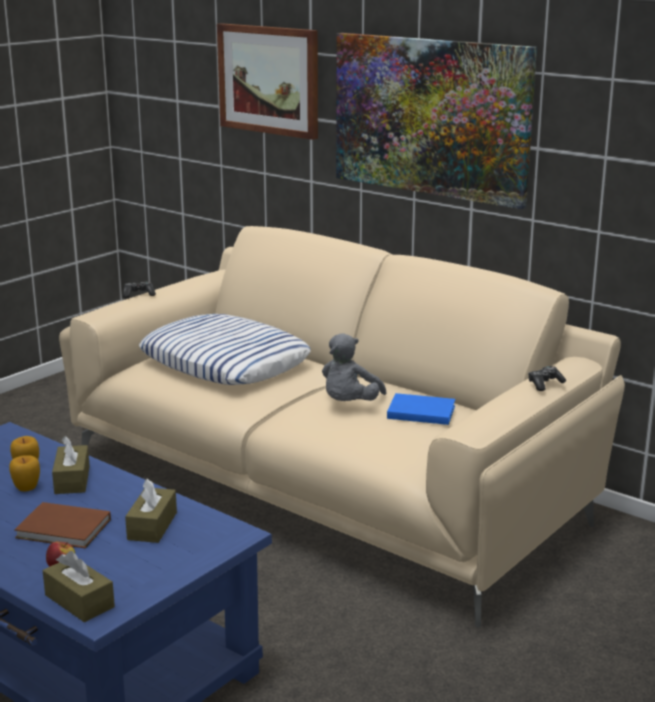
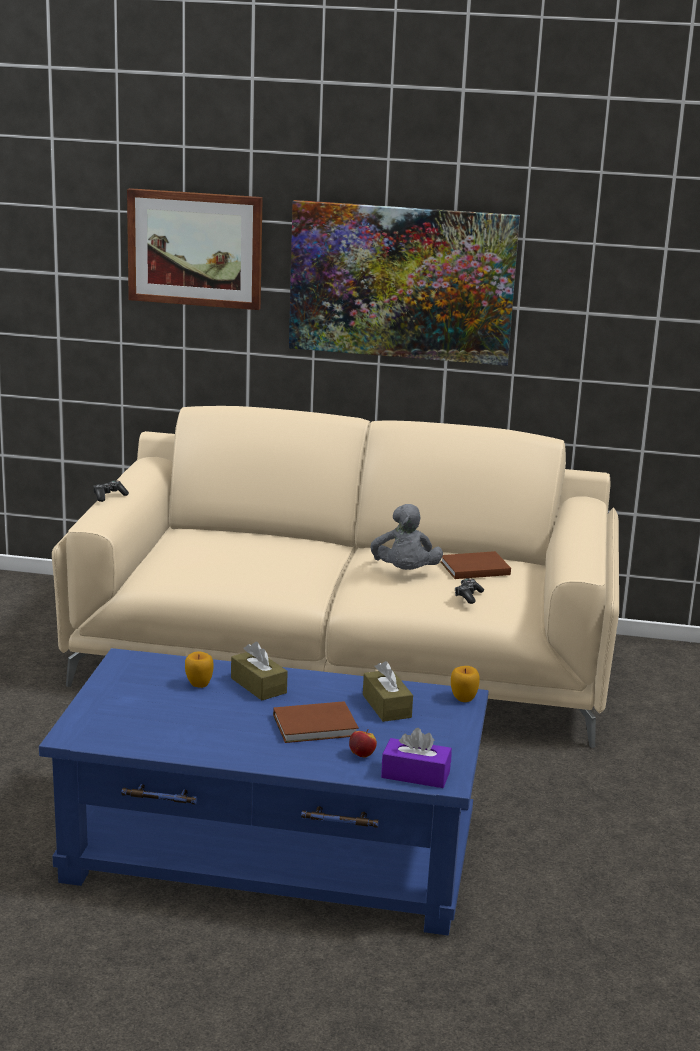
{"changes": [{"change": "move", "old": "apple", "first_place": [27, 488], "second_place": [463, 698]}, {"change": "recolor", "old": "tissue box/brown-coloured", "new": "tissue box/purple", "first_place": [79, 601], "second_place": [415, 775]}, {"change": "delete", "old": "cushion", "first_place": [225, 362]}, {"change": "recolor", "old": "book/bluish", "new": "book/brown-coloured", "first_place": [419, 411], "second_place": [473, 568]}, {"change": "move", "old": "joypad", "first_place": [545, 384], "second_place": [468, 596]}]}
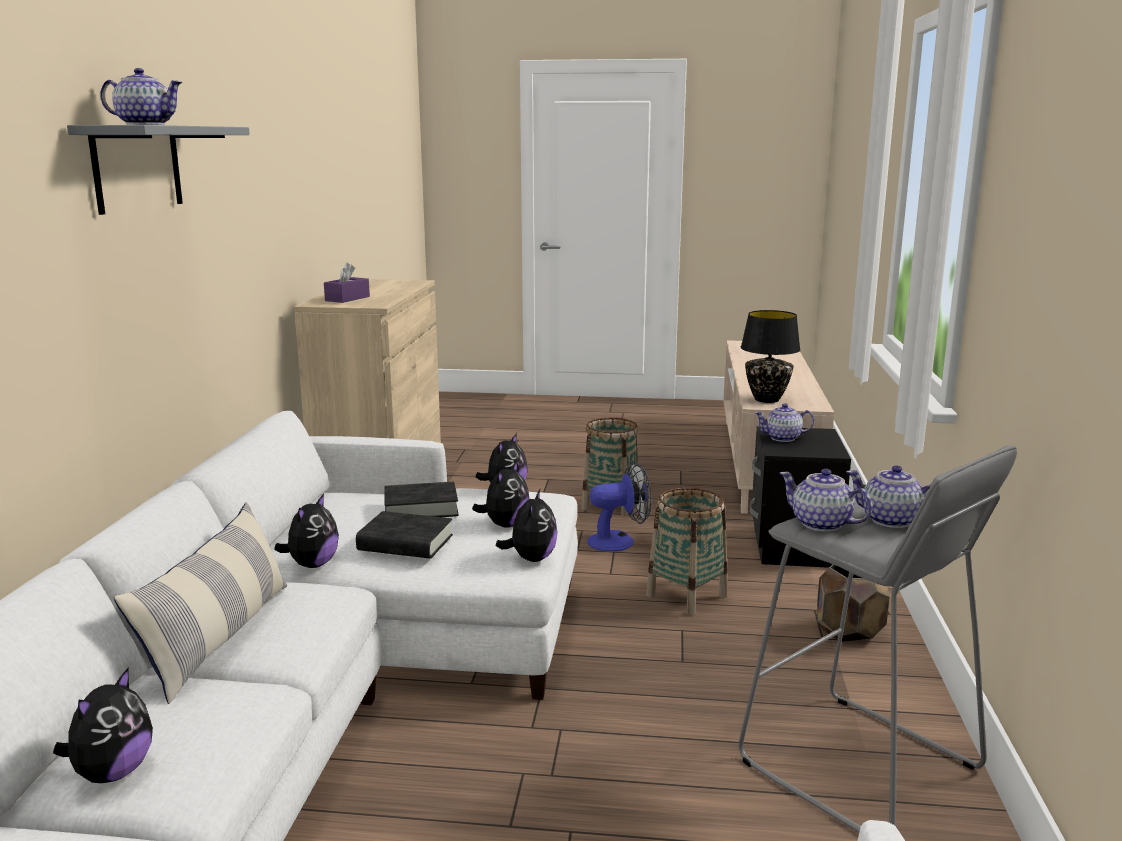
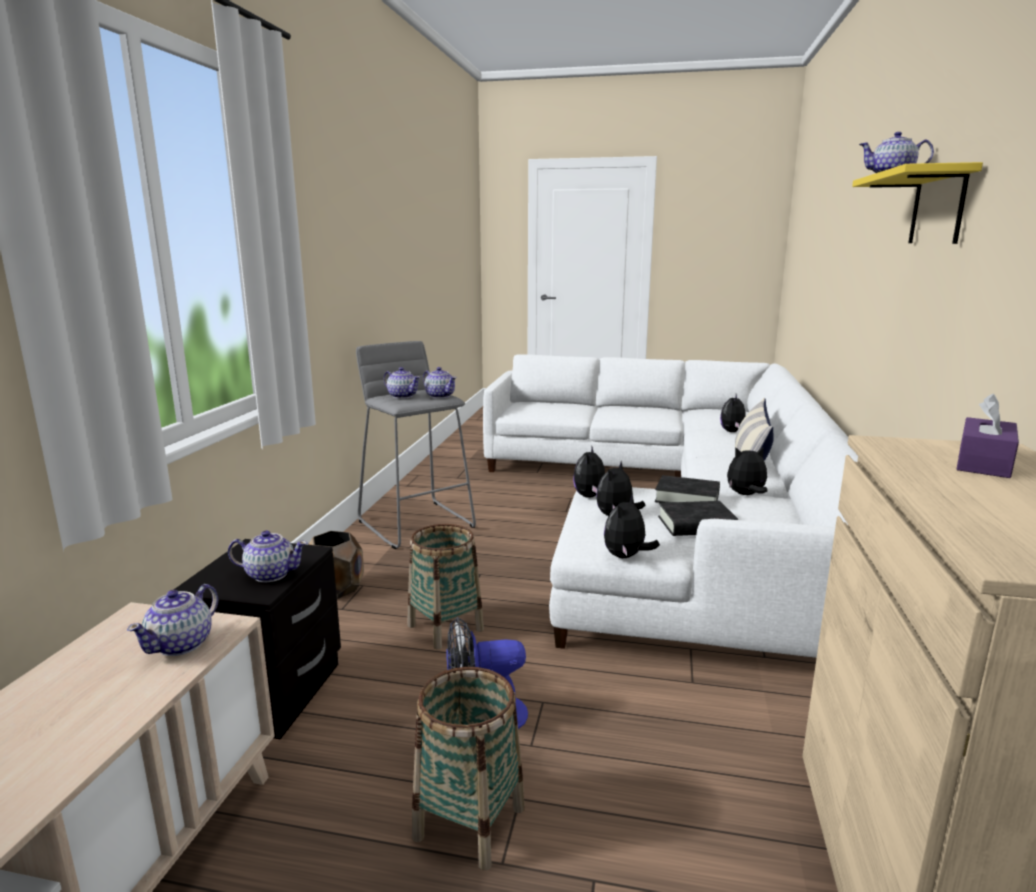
{"changes": [{"change": "recolor", "old": "bracket shelf/greyish", "new": "bracket shelf/yellowish", "first_place": [137, 168], "second_place": [937, 208]}, {"change": "rotate", "old": "cuddly toy", "first_place": [312, 564], "second_place": [746, 495], "degrees": 60}, {"change": "replace", "old": "lamp for a table/blackish", "new": "teapot", "first_place": [766, 400], "second_place": [182, 644]}]}
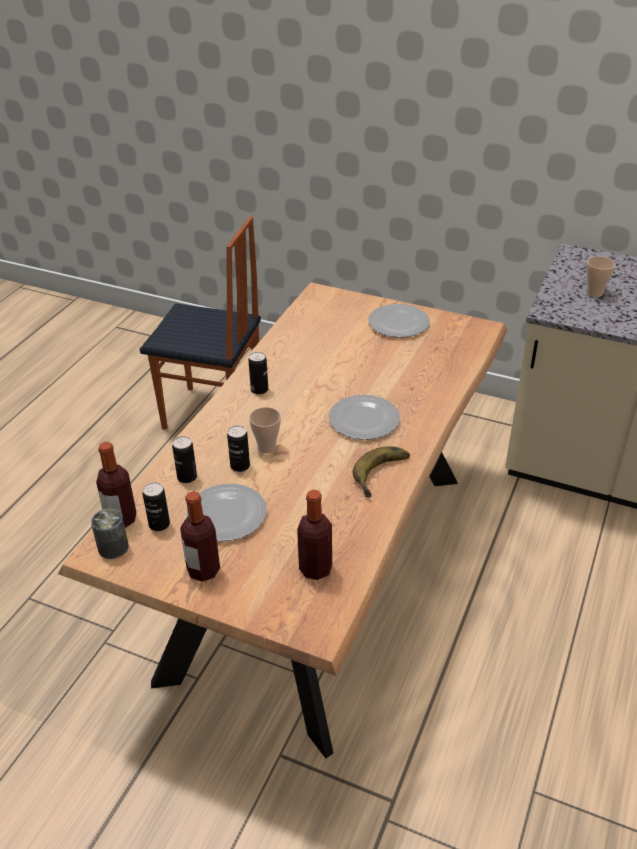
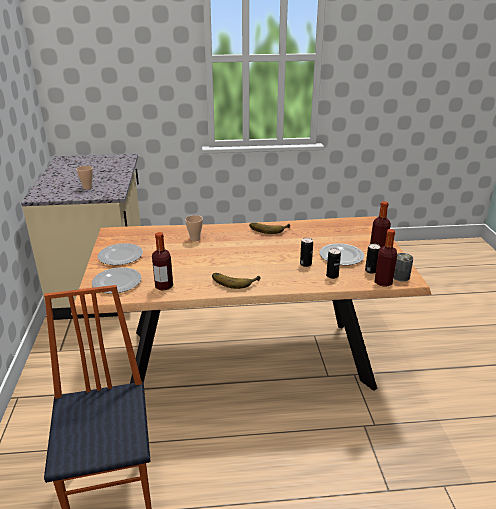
{"changes": [{"change": "replace", "old": "metal can", "new": "banana", "first_place": [259, 389], "second_place": [234, 280]}, {"change": "move", "old": "small cup", "first_place": [267, 447], "second_place": [195, 239]}, {"change": "move", "old": "bottle", "first_place": [315, 569], "second_place": [164, 286]}, {"change": "move", "old": "plate", "first_place": [364, 420], "second_place": [117, 282]}]}
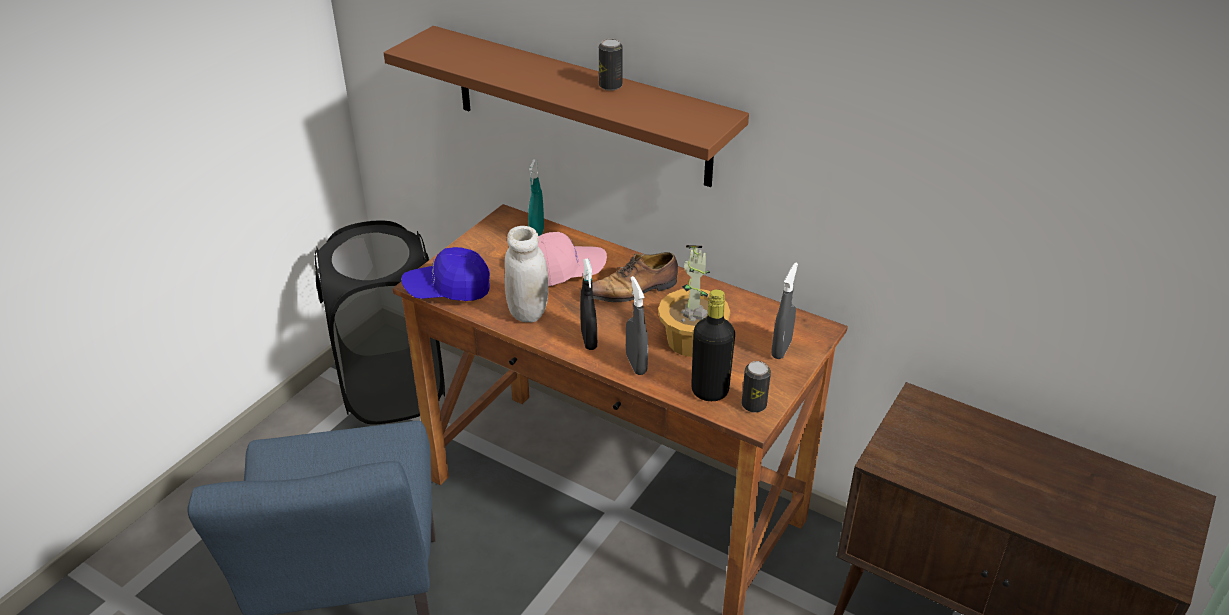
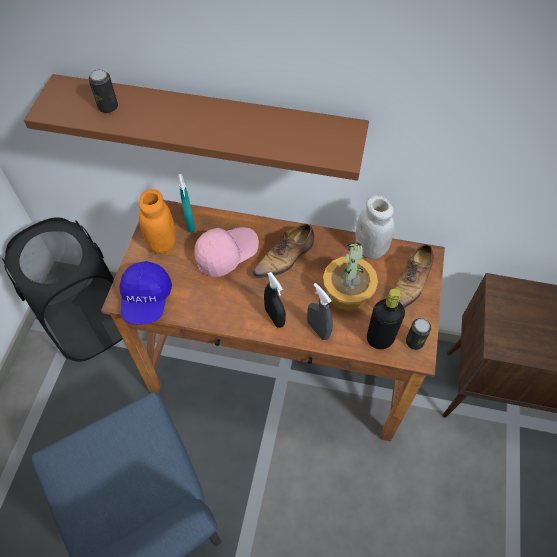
{"changes": [{"change": "rotate", "old": "peaked cap/bluish", "first_place": [448, 290], "second_place": [146, 299], "degrees": -60}, {"change": "move", "old": "storage jar/whitish", "first_place": [528, 312], "second_place": [370, 248]}, {"change": "move", "old": "metal can", "first_place": [610, 86], "second_place": [108, 107]}, {"change": "replace", "old": "sprayer/greyish", "new": "item of footwear", "first_place": [781, 349], "second_place": [410, 283]}, {"change": "insert", "new": "storage jar/orange-coloured", "second_place": [162, 243]}]}
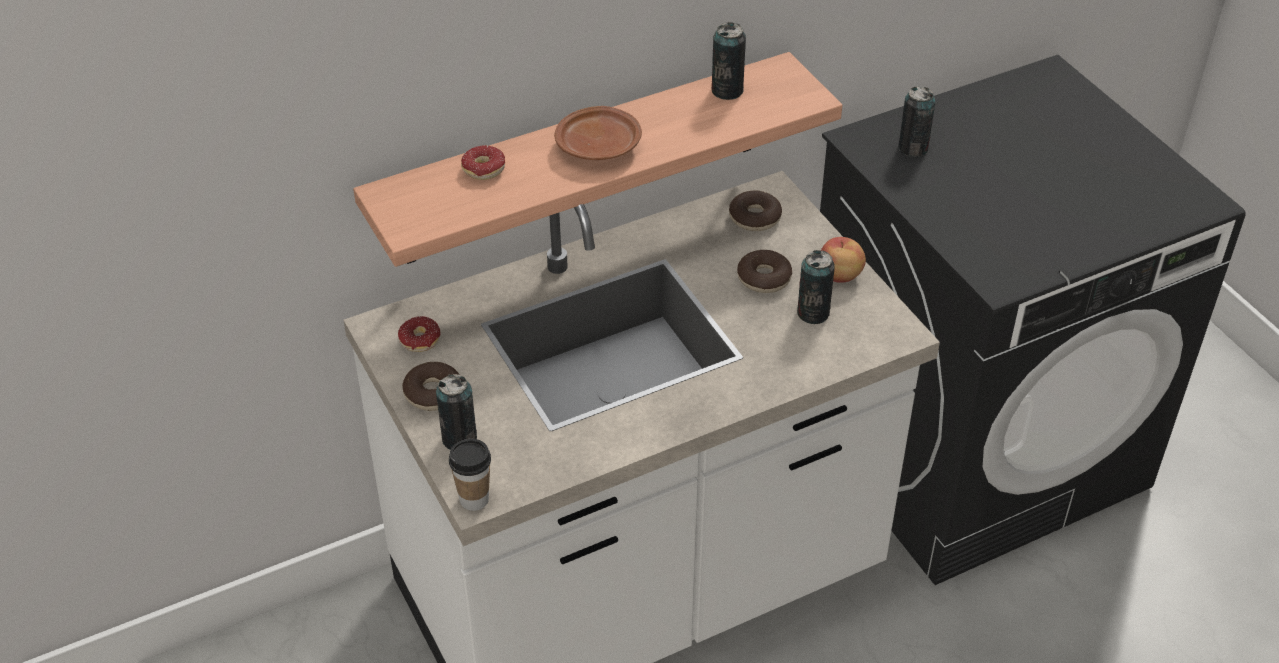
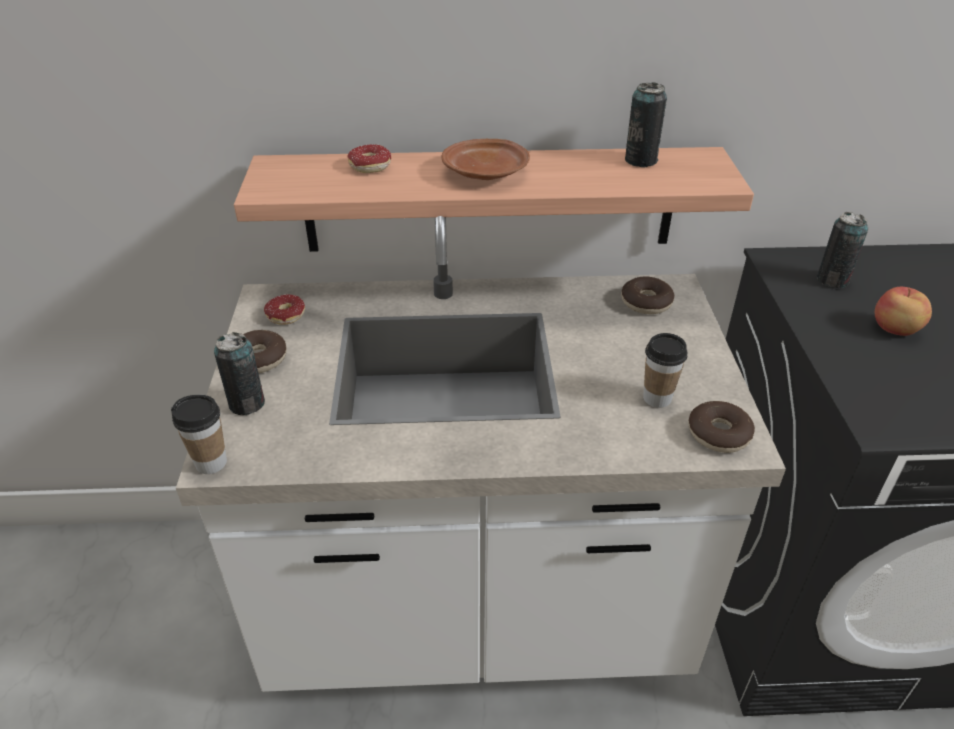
{"changes": [{"change": "move", "old": "ring doughnut", "first_place": [764, 278], "second_place": [718, 434]}, {"change": "replace", "old": "metal can", "new": "small cup", "first_place": [813, 313], "second_place": [657, 398]}, {"change": "move", "old": "apple", "first_place": [840, 276], "second_place": [895, 329]}]}
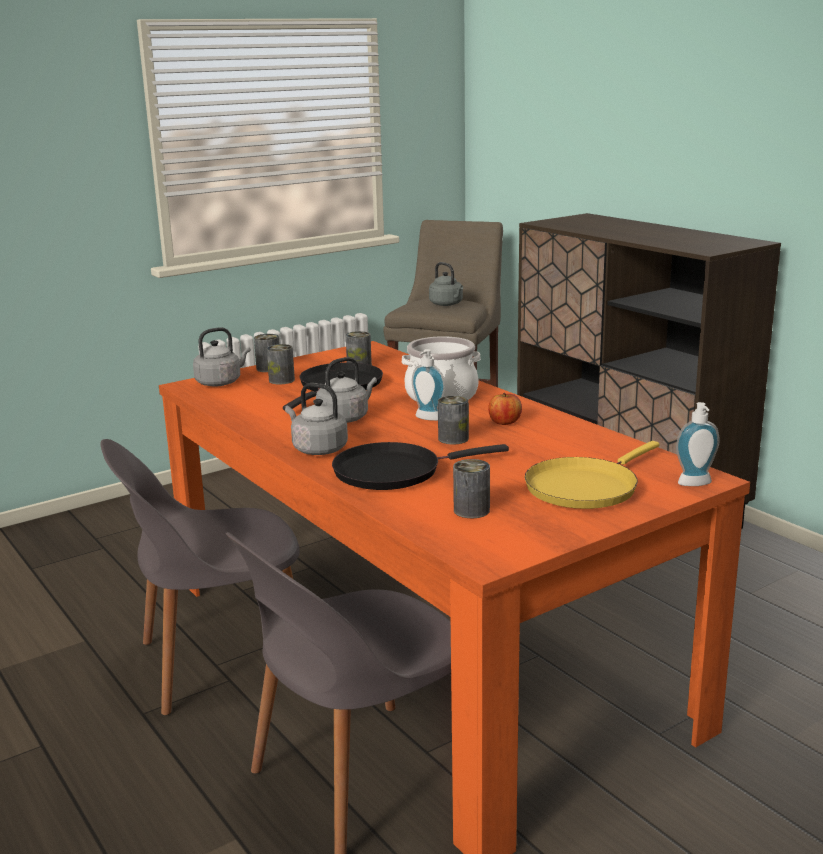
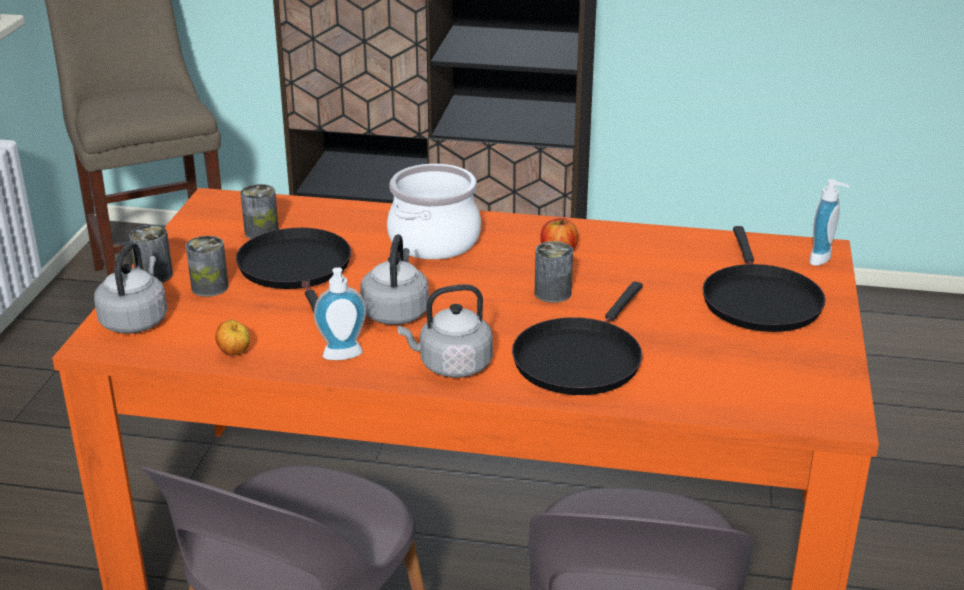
{"changes": [{"change": "move", "old": "liquid soap bottle", "first_place": [427, 418], "second_place": [343, 357]}, {"change": "delete", "old": "kettle/greyish", "first_place": [447, 304]}, {"change": "delete", "old": "metal can", "first_place": [471, 510]}, {"change": "recolor", "old": "skillet/yellowish", "new": "skillet/blackish", "first_place": [585, 487], "second_place": [759, 300]}, {"change": "insert", "new": "apple", "second_place": [234, 353]}]}
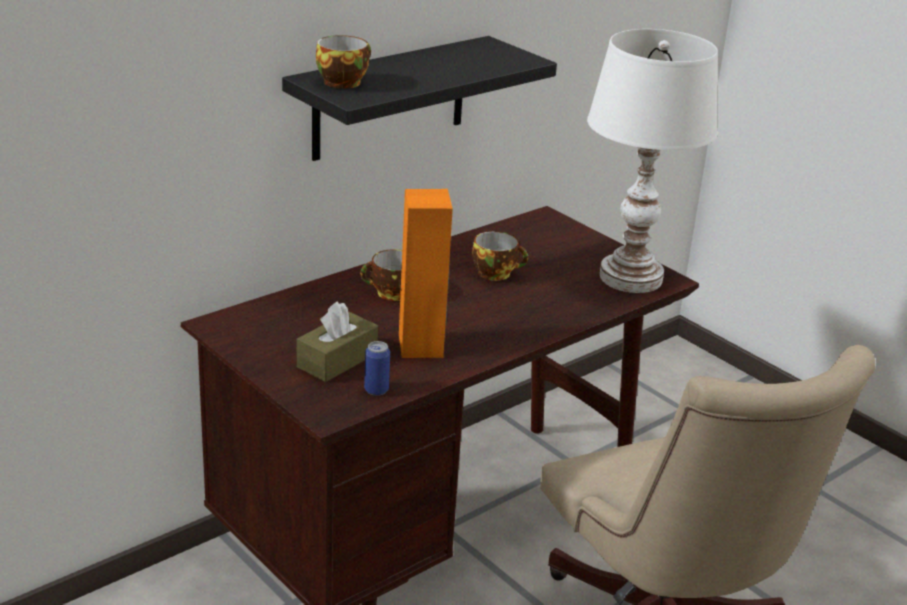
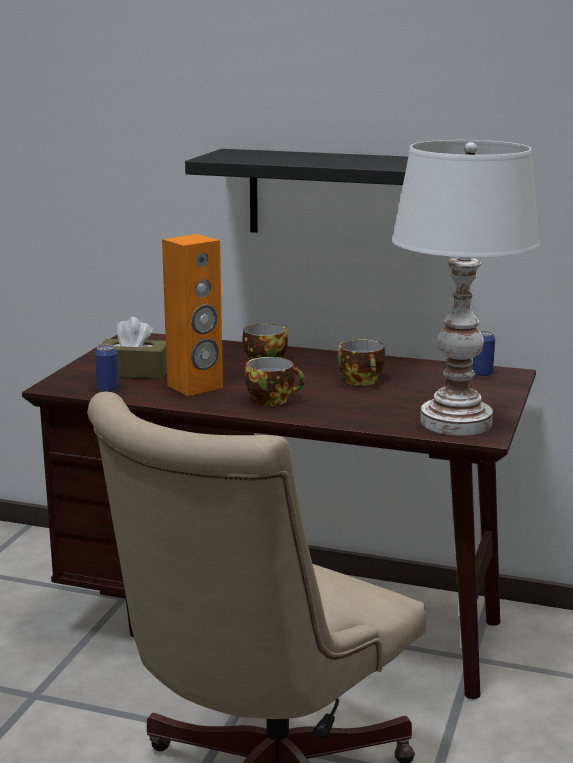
{"changes": [{"change": "move", "old": "small cup", "first_place": [343, 82], "second_place": [273, 400]}, {"change": "insert", "new": "metal can", "second_place": [482, 374]}]}
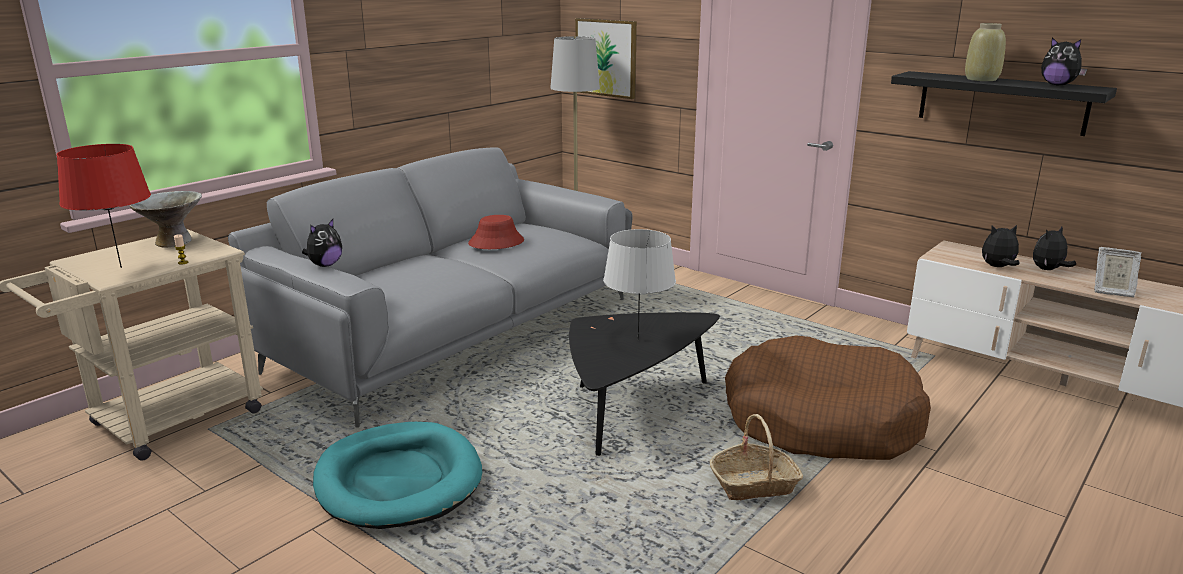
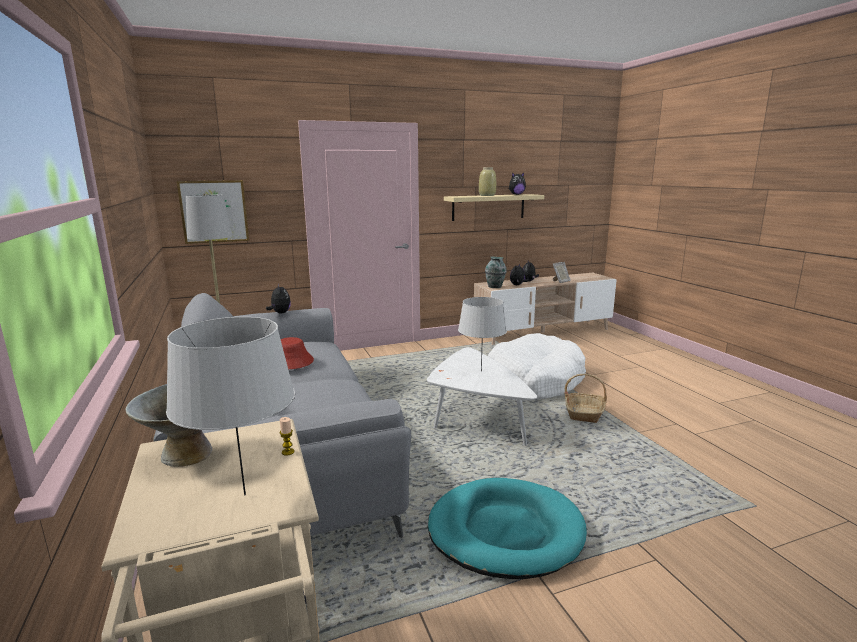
{"changes": [{"change": "recolor", "old": "lamp for a table/red", "new": "lamp for a table/greyish", "first_place": [121, 267], "second_place": [244, 495]}, {"change": "move", "old": "cuddly toy", "first_place": [325, 265], "second_place": [280, 313]}, {"change": "recolor", "old": "lounge table/blackish", "new": "lounge table/whitish", "first_place": [631, 406], "second_place": [475, 420]}, {"change": "recolor", "old": "dog bed/brown-coloured", "new": "dog bed/whitish", "first_place": [820, 420], "second_place": [535, 380]}, {"change": "recolor", "old": "bracket shelf/blackish", "new": "bracket shelf/sand-coloured", "first_place": [1001, 102], "second_place": [488, 207]}, {"change": "insert", "new": "decorative vase", "second_place": [495, 287]}]}
